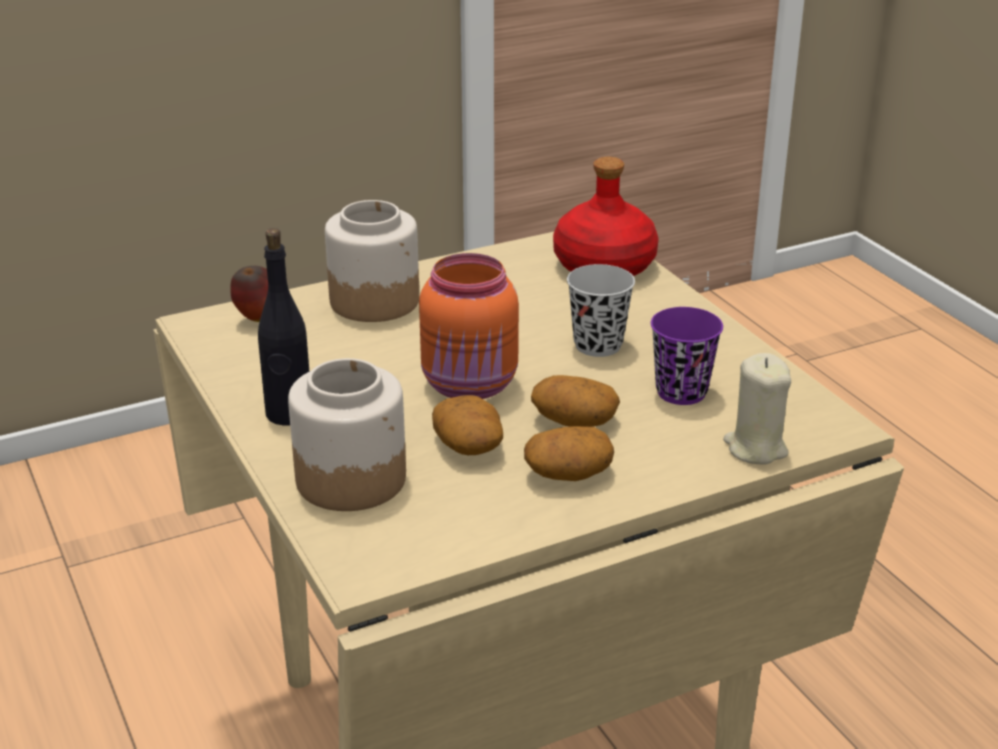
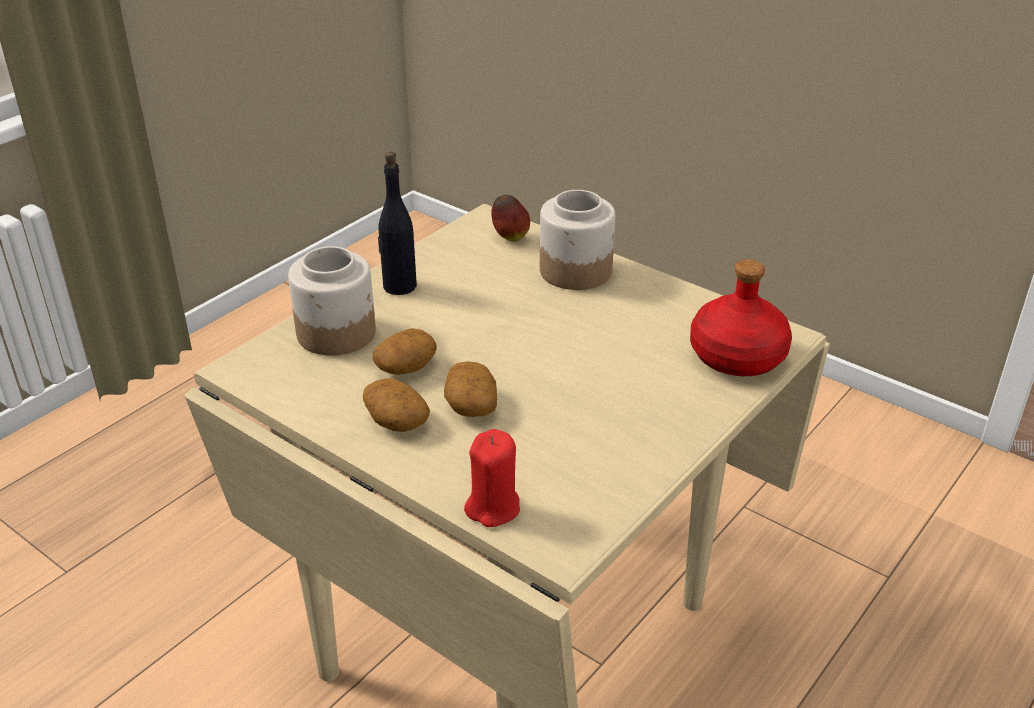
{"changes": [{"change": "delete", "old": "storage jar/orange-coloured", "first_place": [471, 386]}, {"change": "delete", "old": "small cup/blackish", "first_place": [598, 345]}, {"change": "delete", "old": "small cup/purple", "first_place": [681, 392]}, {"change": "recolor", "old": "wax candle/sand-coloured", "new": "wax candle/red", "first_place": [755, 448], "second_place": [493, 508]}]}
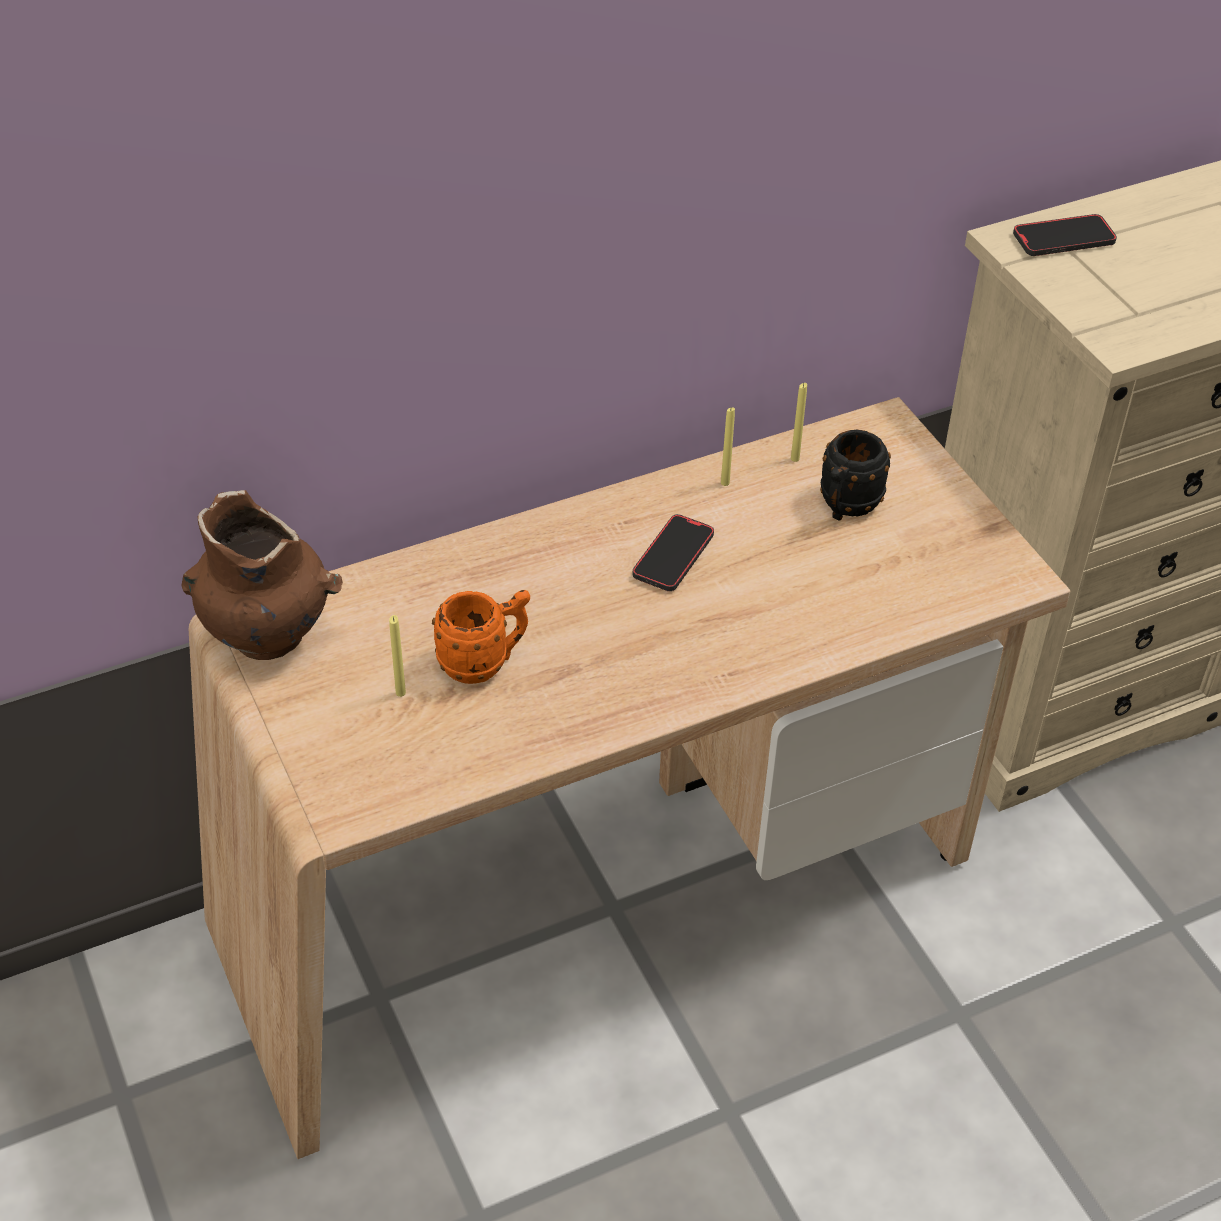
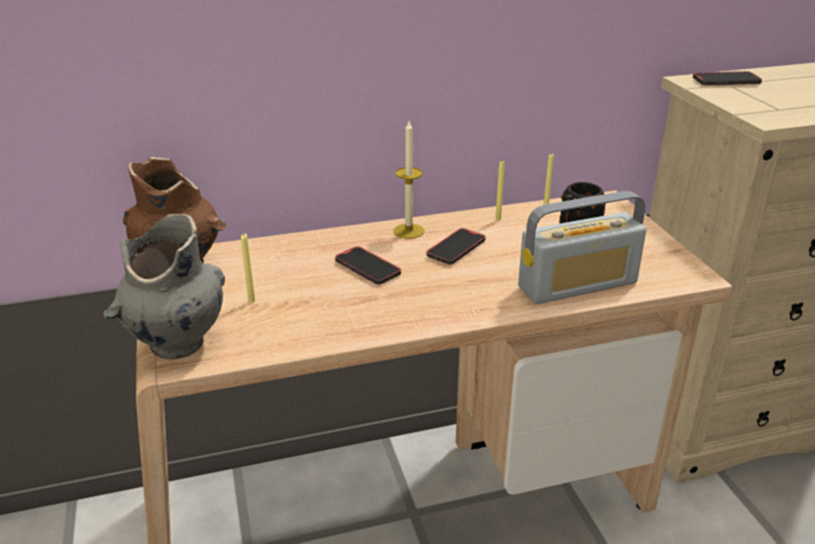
{"changes": [{"change": "delete", "old": "coffee mug/orange-coloured", "first_place": [484, 662]}, {"change": "insert", "new": "decorative vase/greyish", "second_place": [176, 344]}, {"change": "insert", "new": "phone", "second_place": [367, 268]}, {"change": "insert", "new": "wax candle", "second_place": [408, 231]}, {"change": "insert", "new": "radio", "second_place": [577, 285]}]}
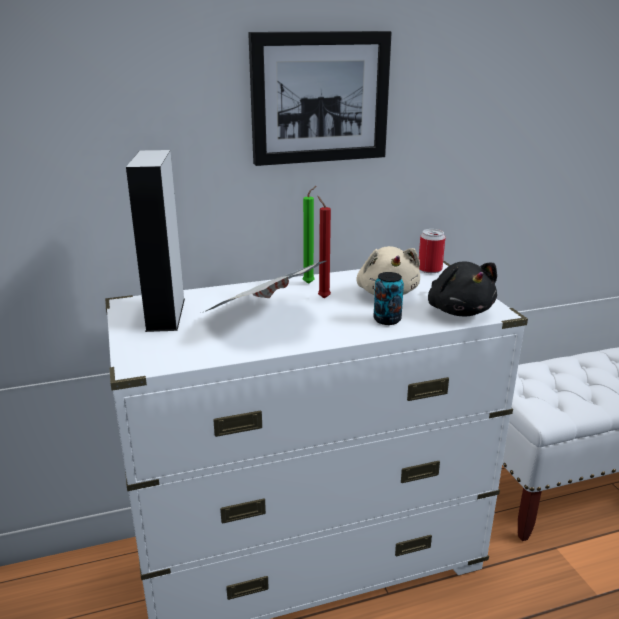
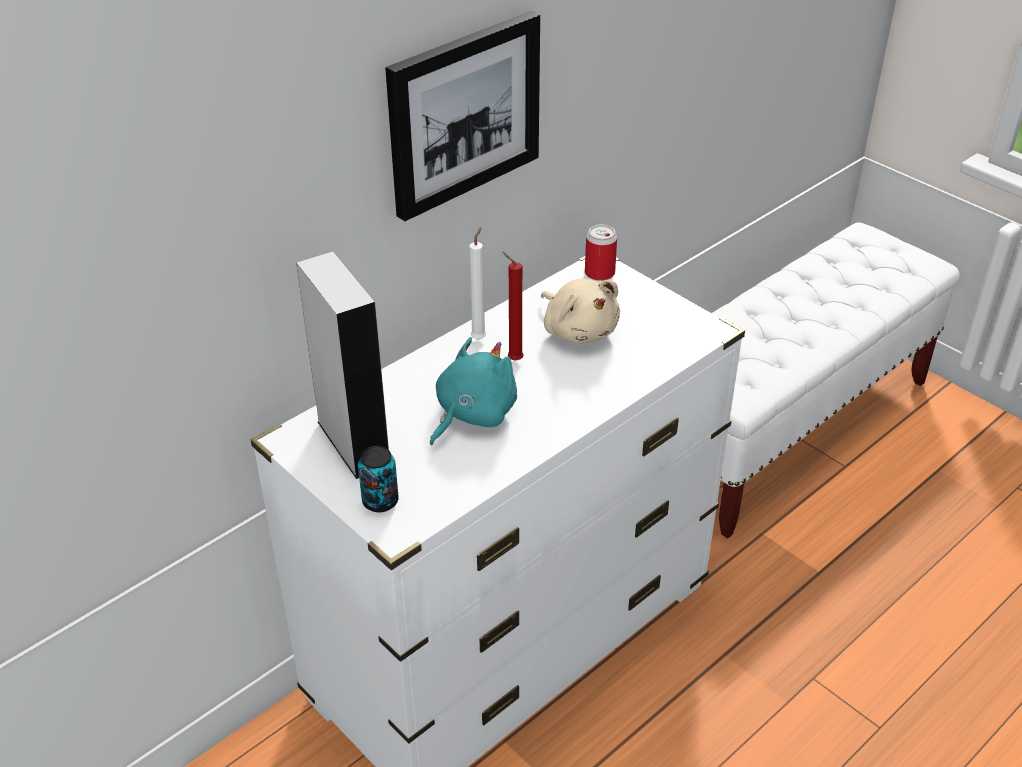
{"changes": [{"change": "replace", "old": "printed paper", "new": "cuddly toy/turquoise-coloured", "first_place": [263, 318], "second_place": [472, 414]}, {"change": "recolor", "old": "wax candle/green", "new": "wax candle/whitish", "first_place": [310, 283], "second_place": [479, 338]}, {"change": "move", "old": "metal can", "first_place": [387, 320], "second_place": [380, 501]}, {"change": "delete", "old": "cuddly toy/blackish", "first_place": [458, 310]}]}
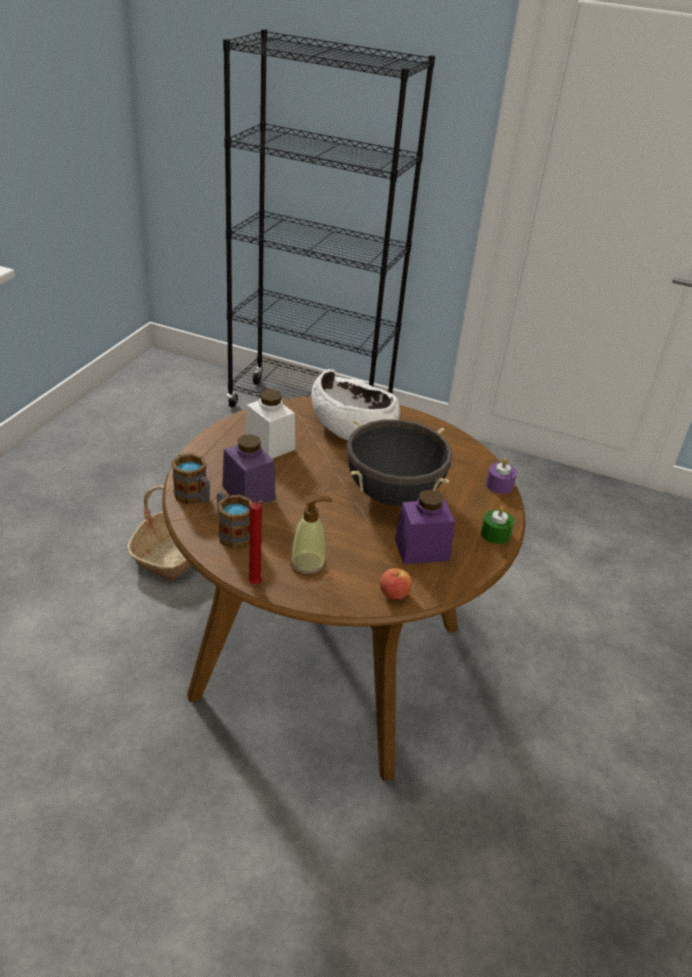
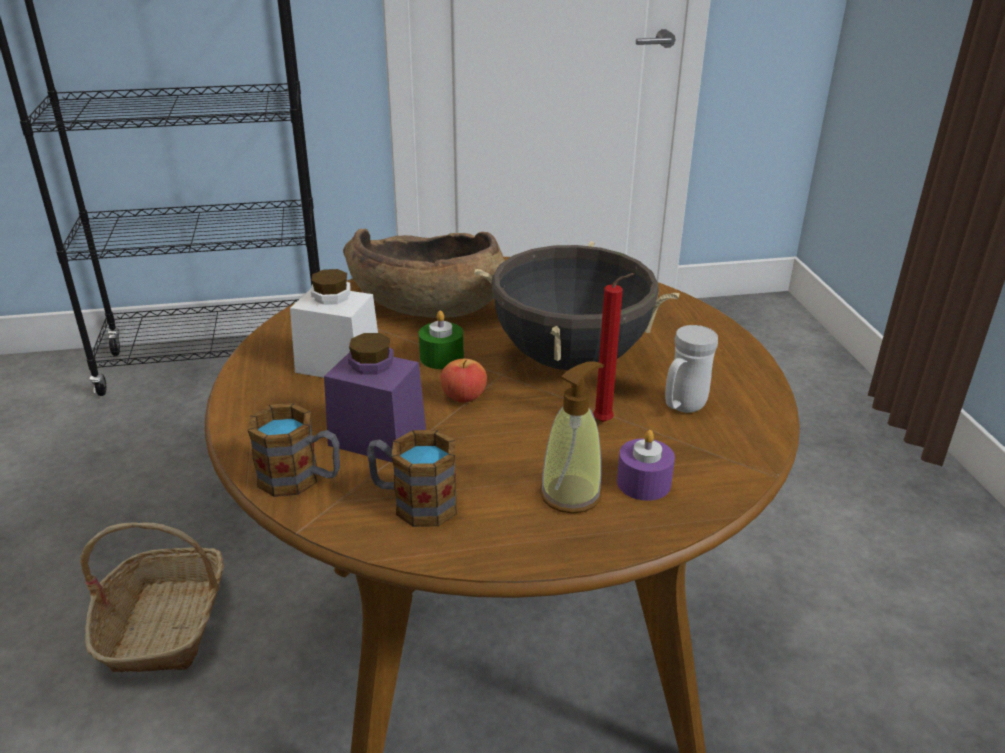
{"changes": [{"change": "move", "old": "wax candle/red", "first_place": [256, 585], "second_place": [606, 422]}, {"change": "recolor", "old": "bowl/whitish", "new": "bowl/brown-coloured", "first_place": [352, 427], "second_place": [426, 303]}, {"change": "move", "old": "apple", "first_place": [394, 593], "second_place": [464, 397]}, {"change": "replace", "old": "storage jar/purple", "new": "coffee mug/whitish", "first_place": [421, 549], "second_place": [682, 407]}, {"change": "move", "old": "wax candle/green", "first_place": [495, 534], "second_place": [441, 357]}, {"change": "move", "old": "wax candle/purple", "first_place": [499, 485], "second_place": [643, 483]}]}
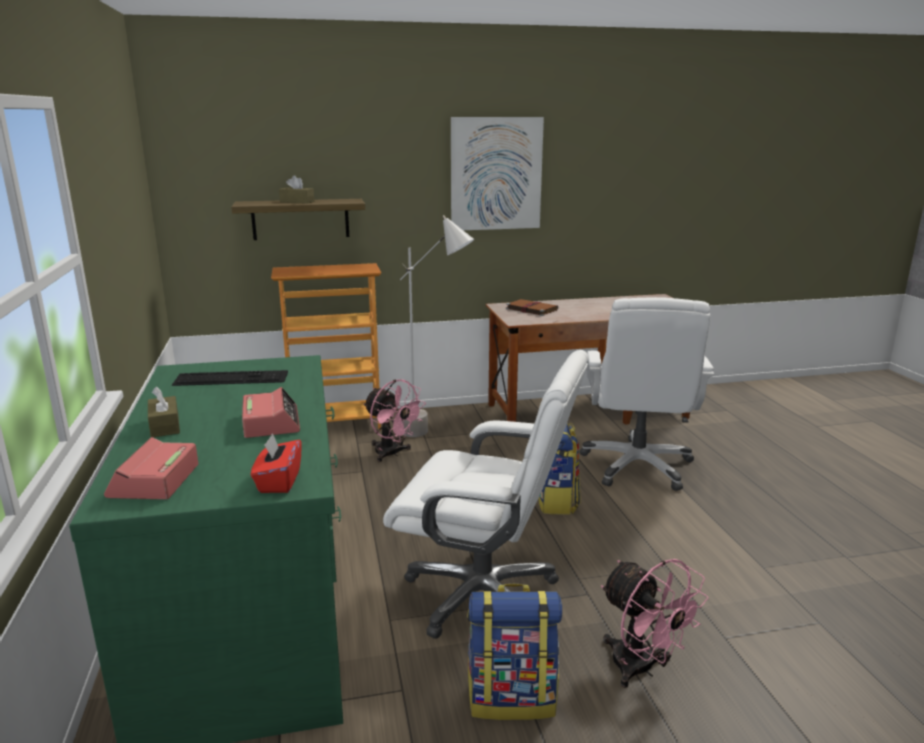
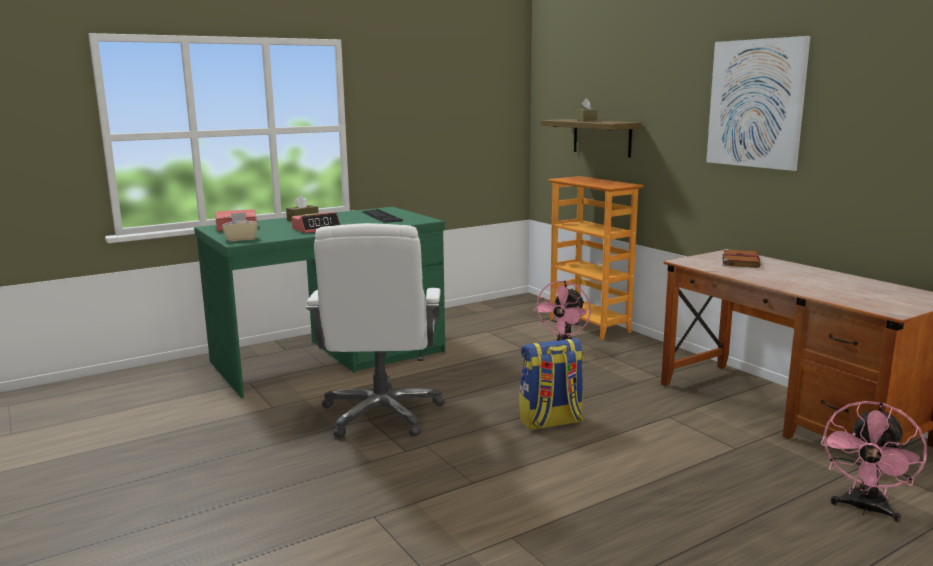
{"changes": [{"change": "recolor", "old": "tissue box/red", "new": "tissue box/sand-coloured", "first_place": [278, 481], "second_place": [240, 239]}, {"change": "delete", "old": "standing lamp/greyish", "first_place": [435, 435]}, {"change": "delete", "old": "backpack", "first_place": [512, 698]}, {"change": "delete", "old": "computer chair/whitish", "first_place": [637, 466]}, {"change": "move", "old": "fan/pinkish", "first_place": [642, 669], "second_place": [864, 509]}]}
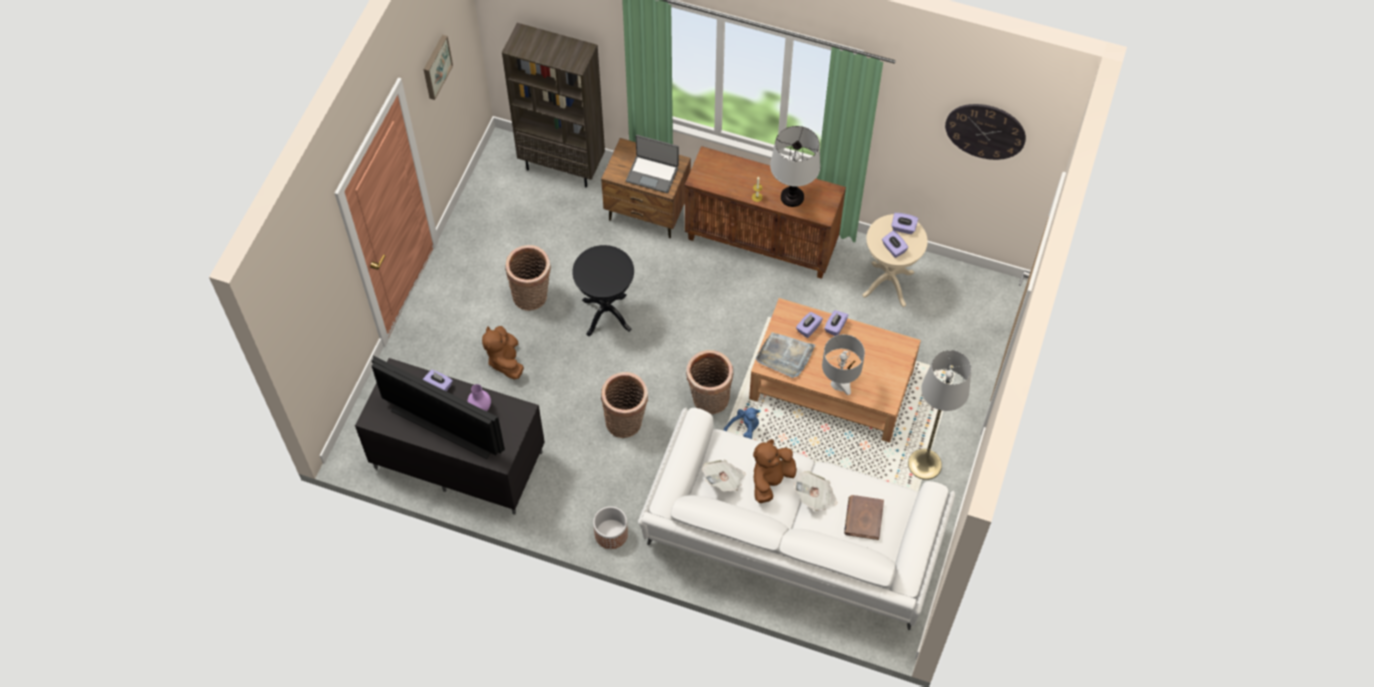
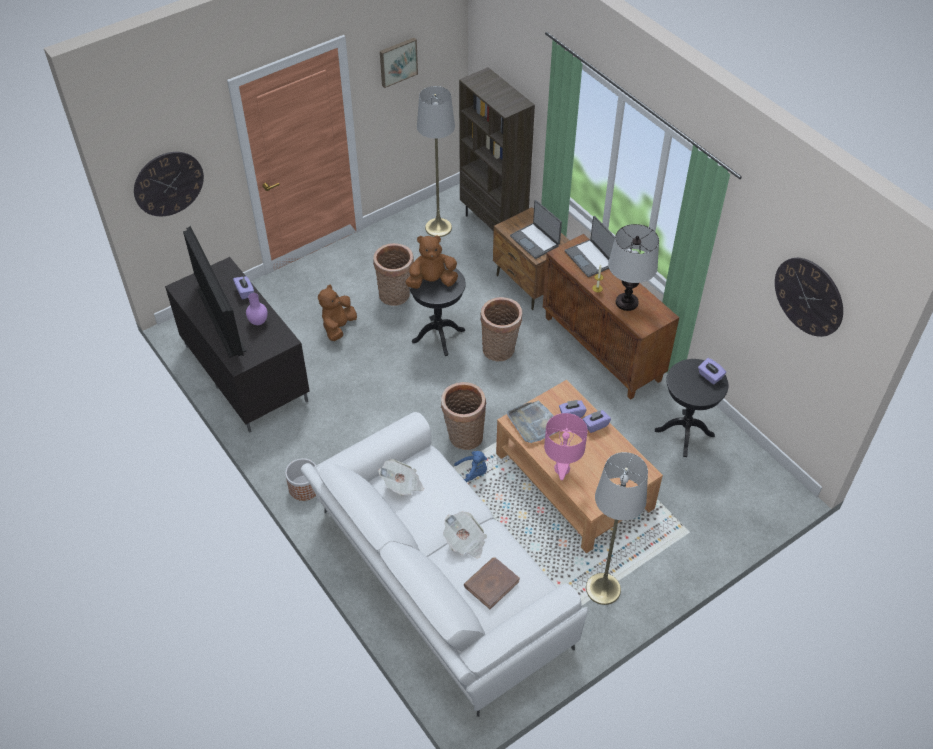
{"changes": [{"change": "move", "old": "basket", "first_place": [626, 422], "second_place": [500, 351]}, {"change": "move", "old": "cuddly toy/brown-coloured", "first_place": [771, 480], "second_place": [432, 281]}, {"change": "recolor", "old": "lamp for a table/greyish", "new": "lamp for a table/pinkish", "first_place": [839, 384], "second_place": [562, 469]}, {"change": "recolor", "old": "side table/sand-coloured", "new": "side table/blackish", "first_place": [888, 284], "second_place": [684, 433]}, {"change": "delete", "old": "tissue box/purple", "first_place": [893, 249]}, {"change": "insert", "new": "hanging clock", "second_place": [168, 183]}, {"change": "insert", "new": "standing lamp/greyish", "second_place": [438, 227]}, {"change": "insert", "new": "portable computer", "second_place": [590, 258]}]}
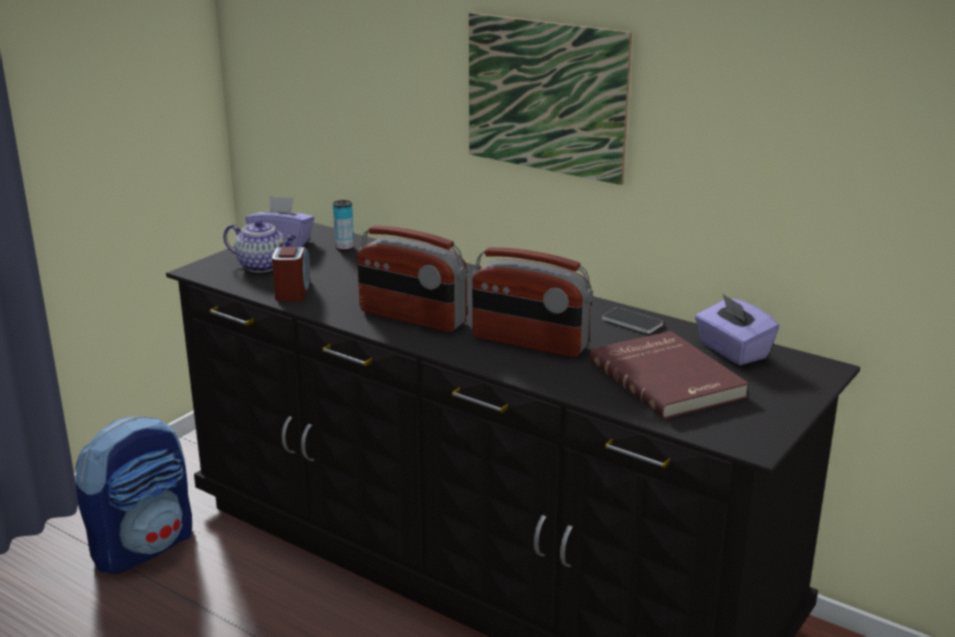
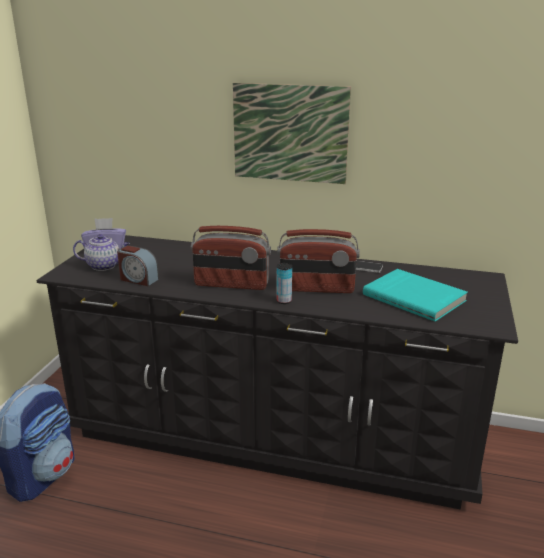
{"changes": [{"change": "rotate", "old": "table clock", "first_place": [293, 291], "second_place": [138, 279], "degrees": 135}, {"change": "move", "old": "metal can", "first_place": [344, 248], "second_place": [284, 301]}, {"change": "recolor", "old": "book/red", "new": "book/turquoise-coloured", "first_place": [668, 379], "second_place": [415, 297]}, {"change": "delete", "old": "tissue box/purple", "first_place": [732, 351]}]}
